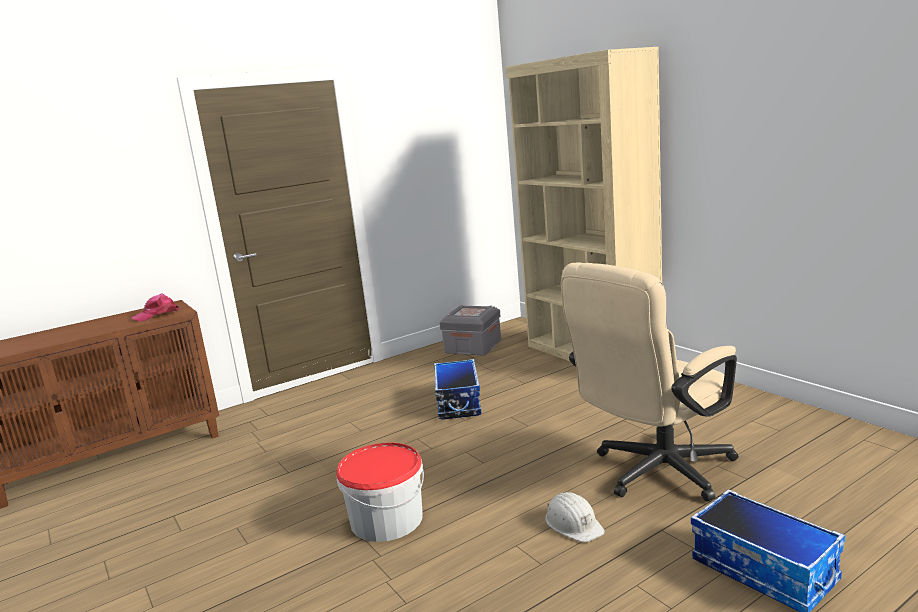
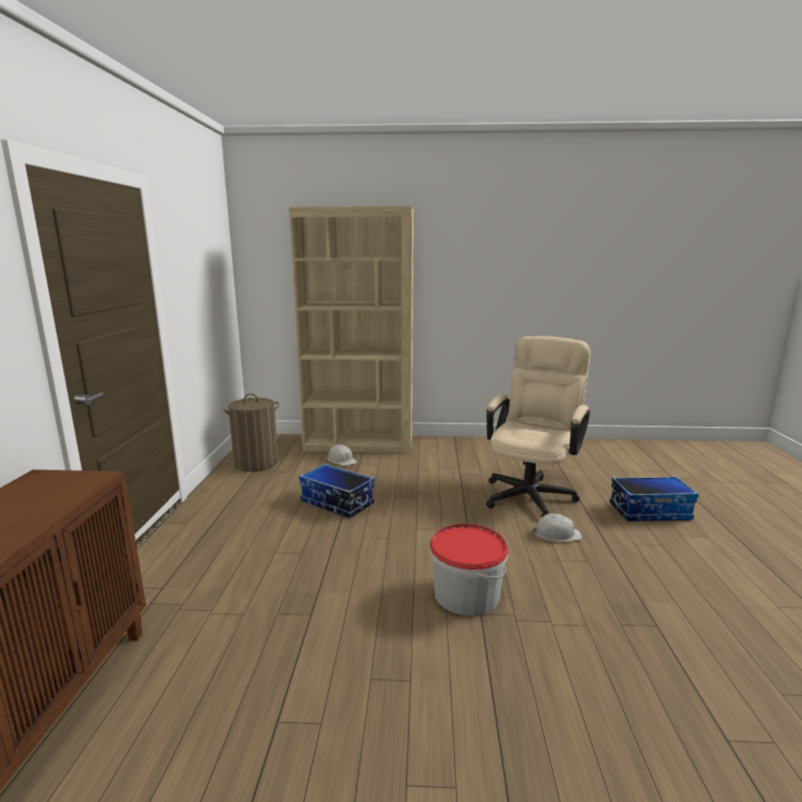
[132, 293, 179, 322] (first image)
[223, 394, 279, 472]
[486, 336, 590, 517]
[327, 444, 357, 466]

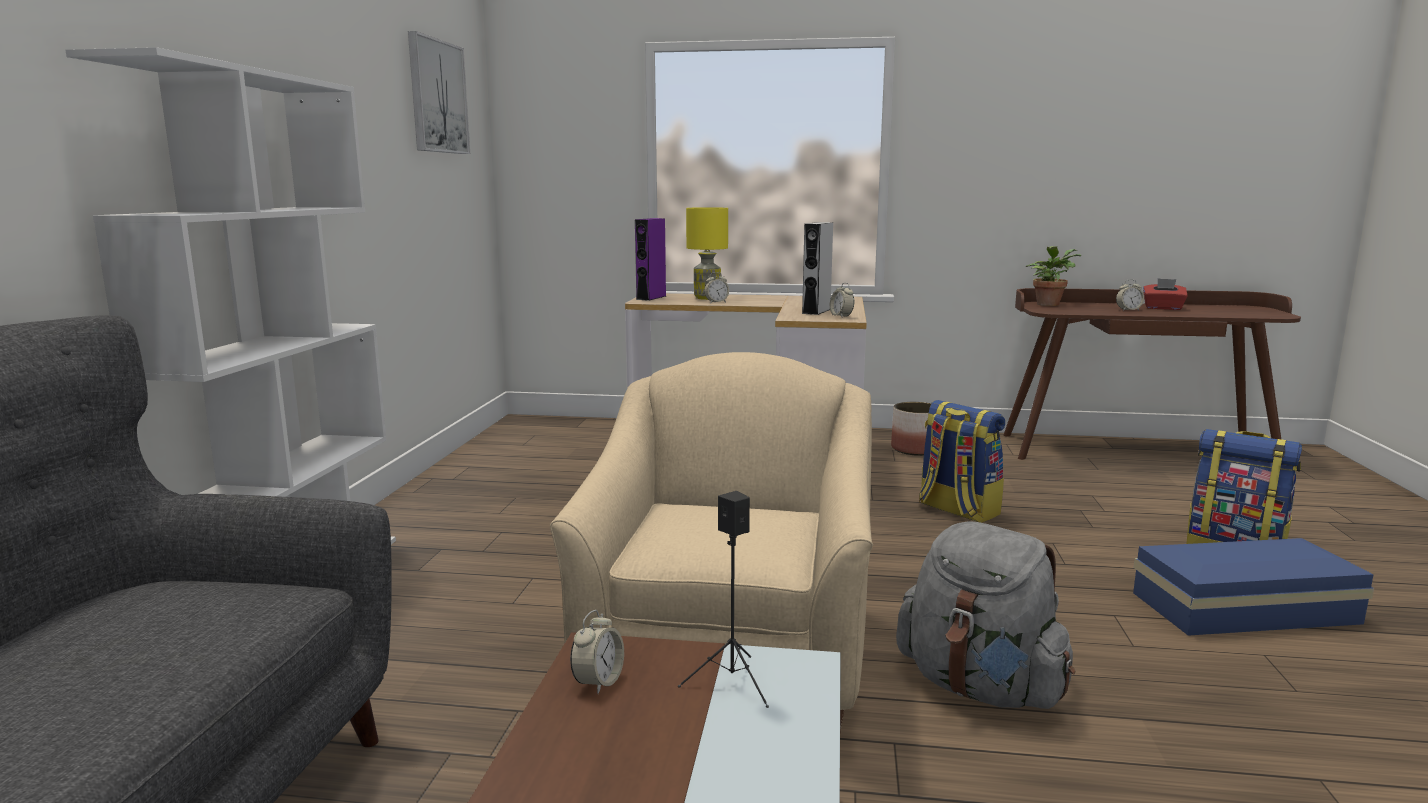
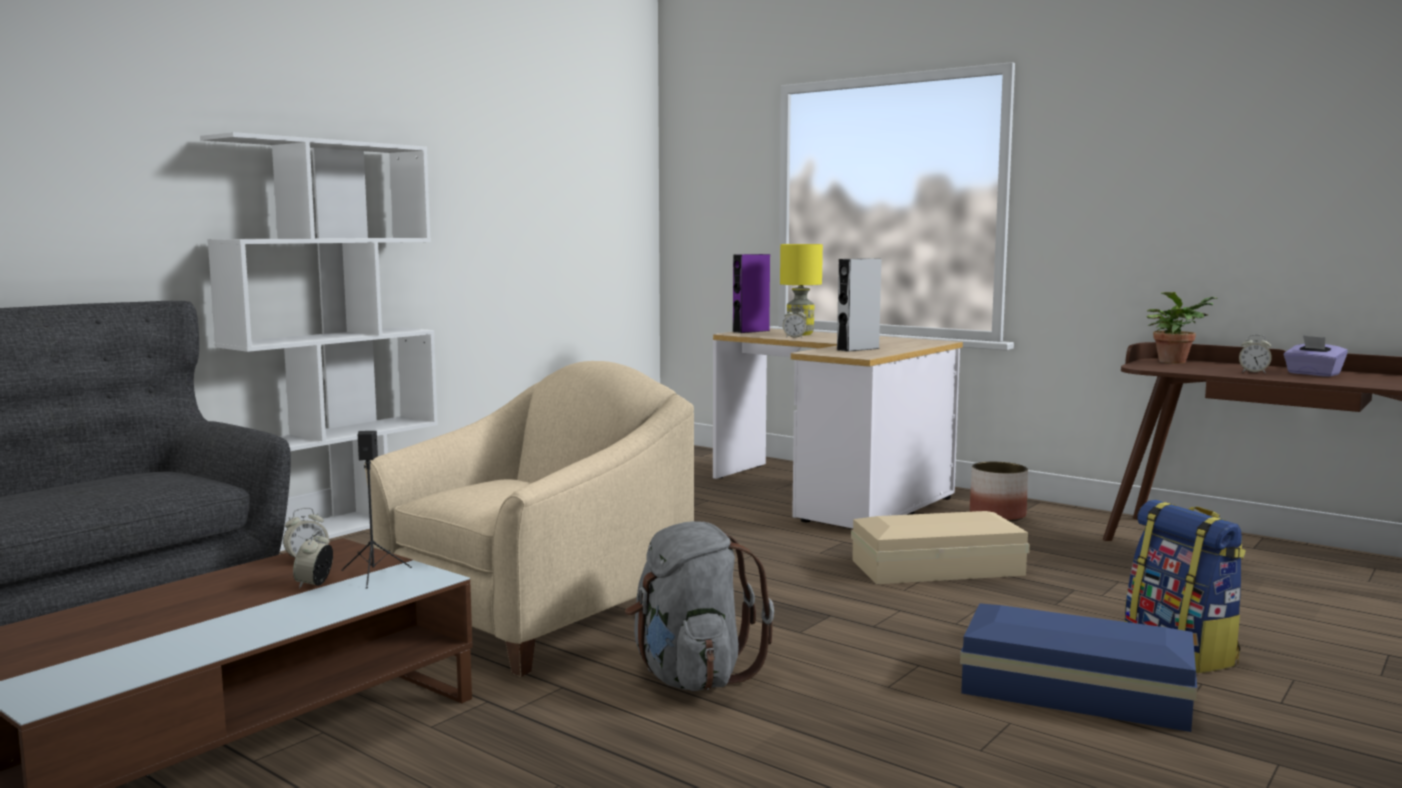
[408, 31, 470, 154] (first image)
[293, 530, 333, 588]
[851, 511, 1030, 584]
[1284, 335, 1348, 377]

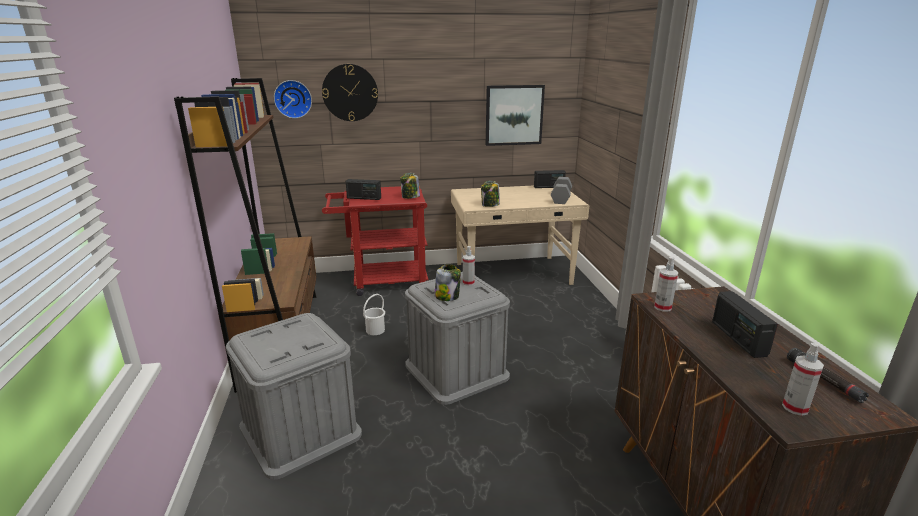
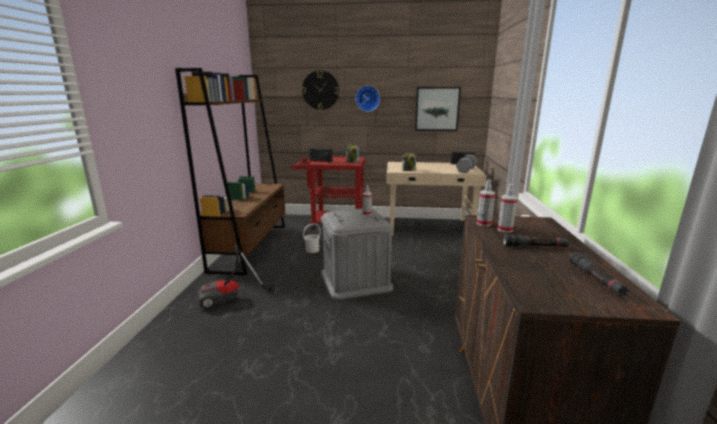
[199, 244, 277, 309]
[355, 86, 380, 112]
[435, 264, 461, 301] (first image)
[503, 234, 569, 247]
[498, 184, 517, 233]

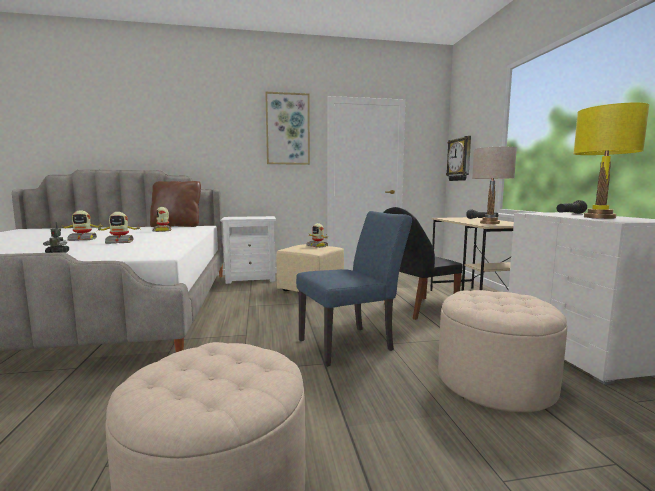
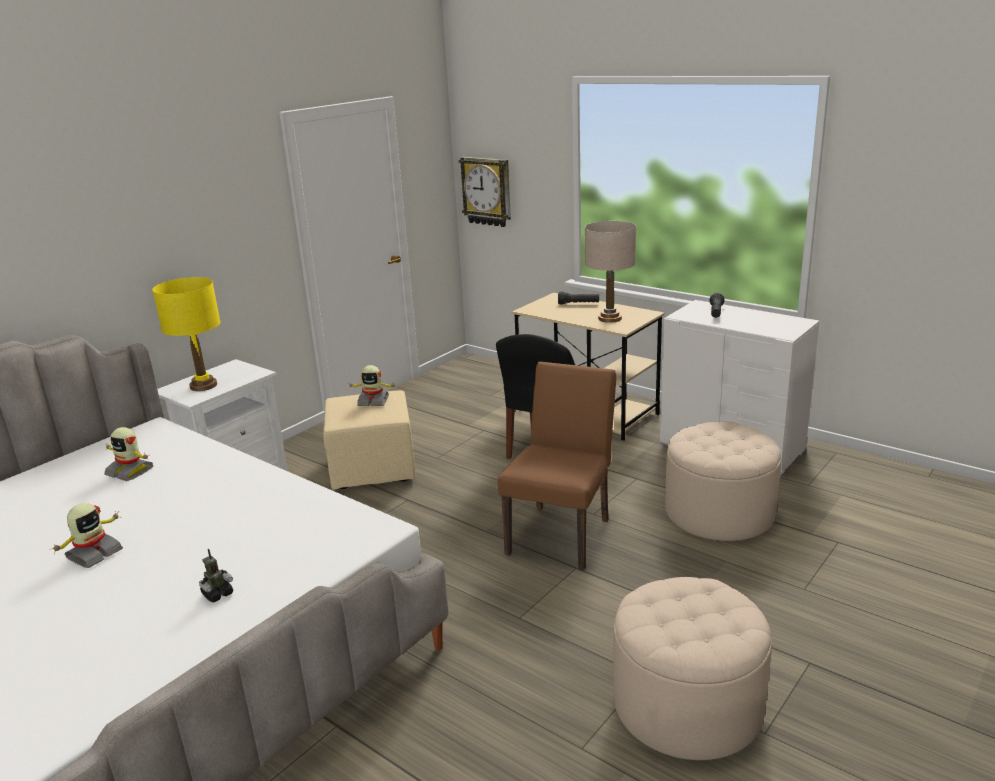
[96, 212, 142, 244] (first image)
[150, 181, 201, 227] (first image)
[265, 92, 310, 165] (first image)
[498, 362, 616, 570]
[152, 277, 220, 391]

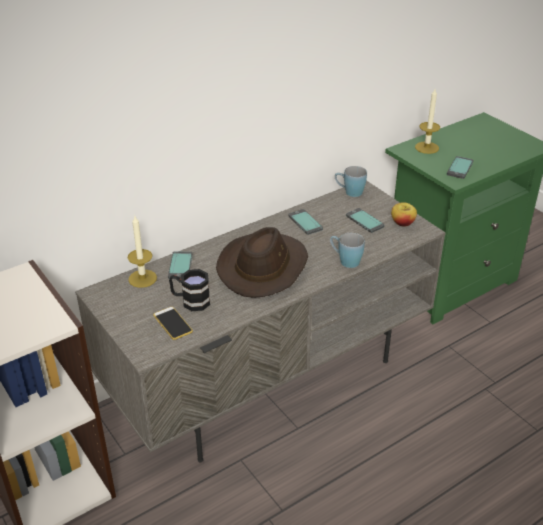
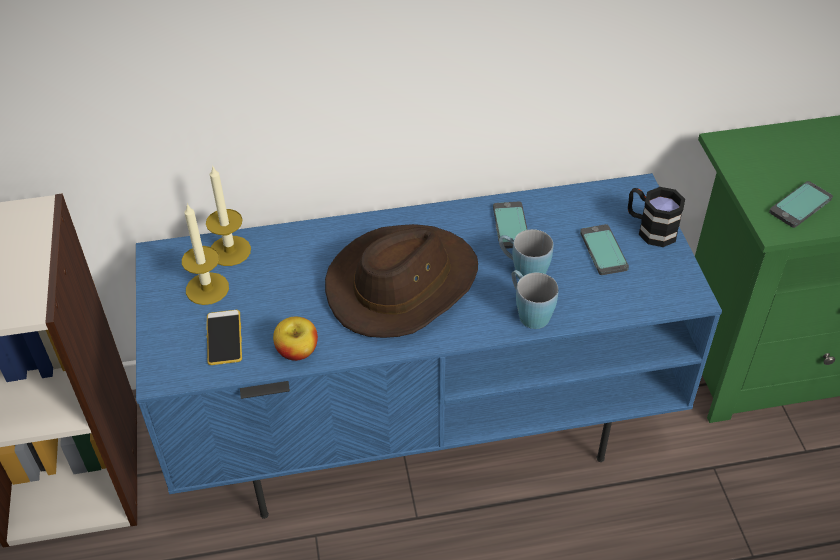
[136, 173, 722, 519]
[168, 252, 193, 279] (first image)
[628, 187, 685, 247]
[499, 229, 553, 280]
[273, 317, 318, 361]
[182, 203, 229, 305]

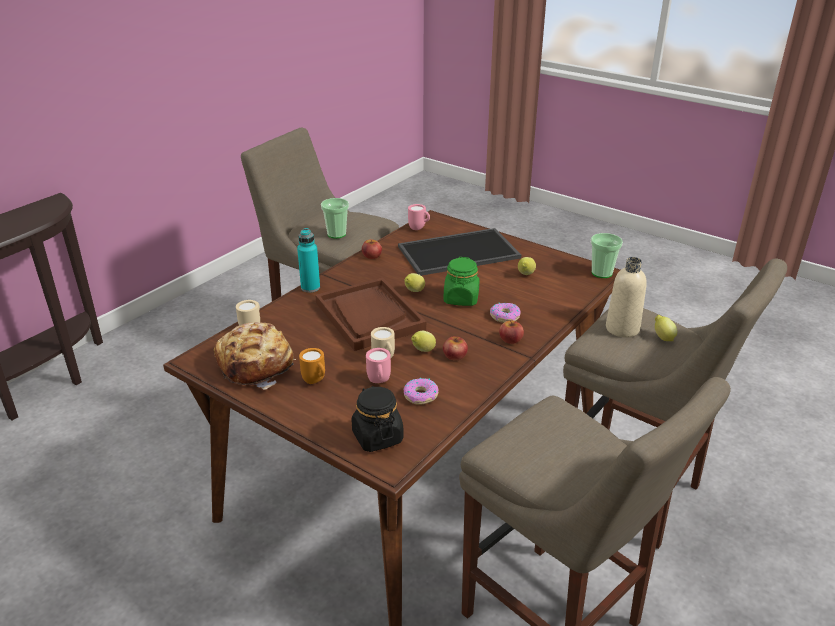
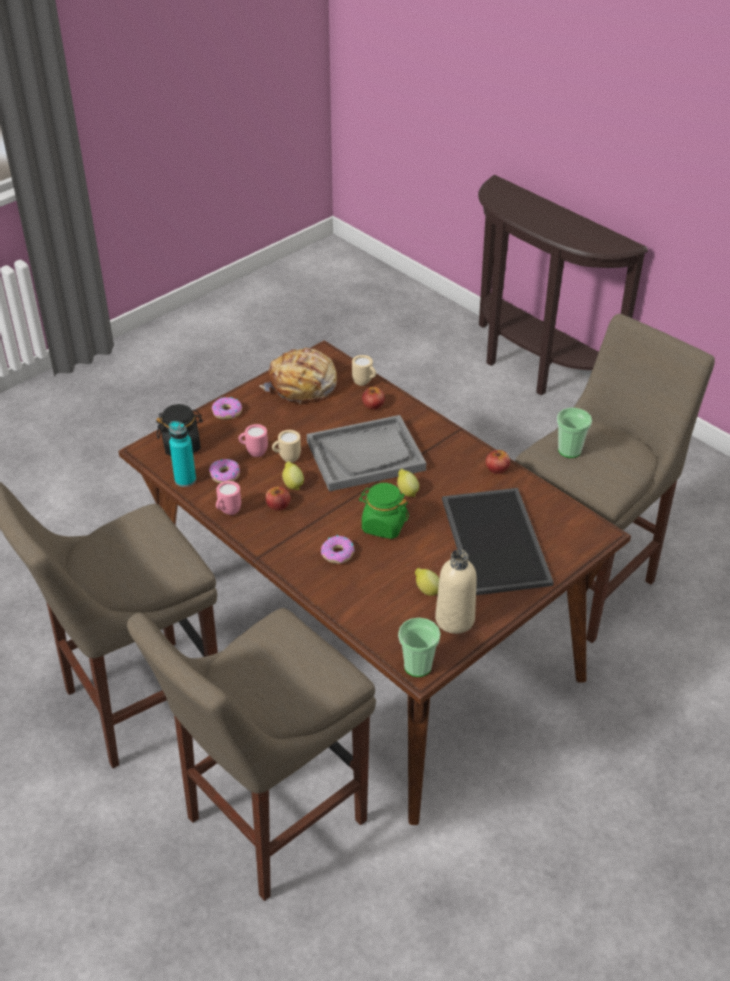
[169, 421, 196, 487]
[299, 348, 325, 384] (first image)
[307, 415, 426, 492]
[216, 481, 241, 515]
[362, 386, 385, 409]
[435, 549, 477, 634]
[655, 315, 677, 341] (first image)
[212, 397, 242, 419]

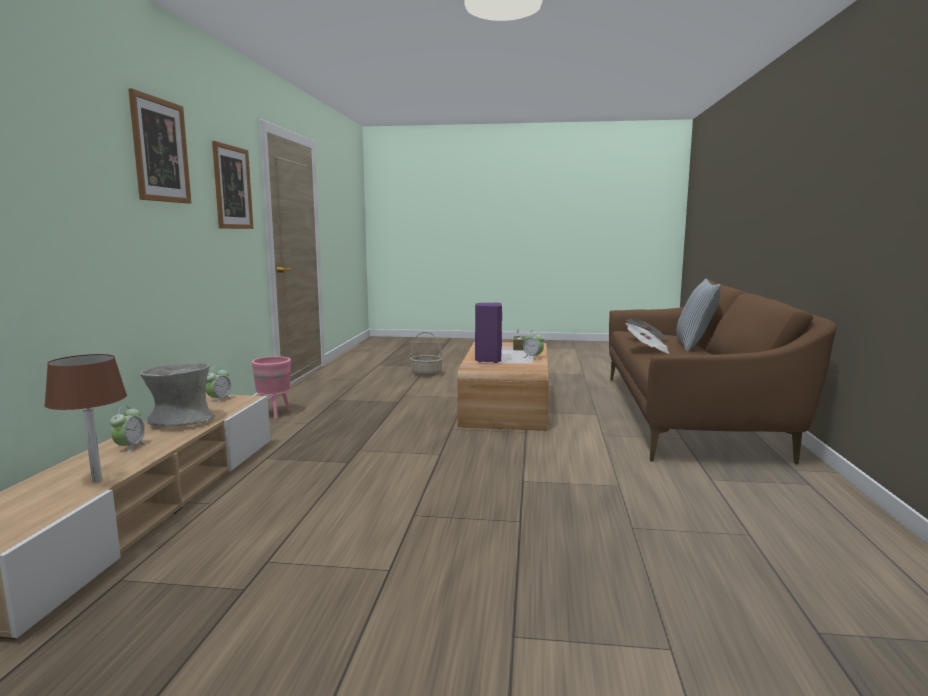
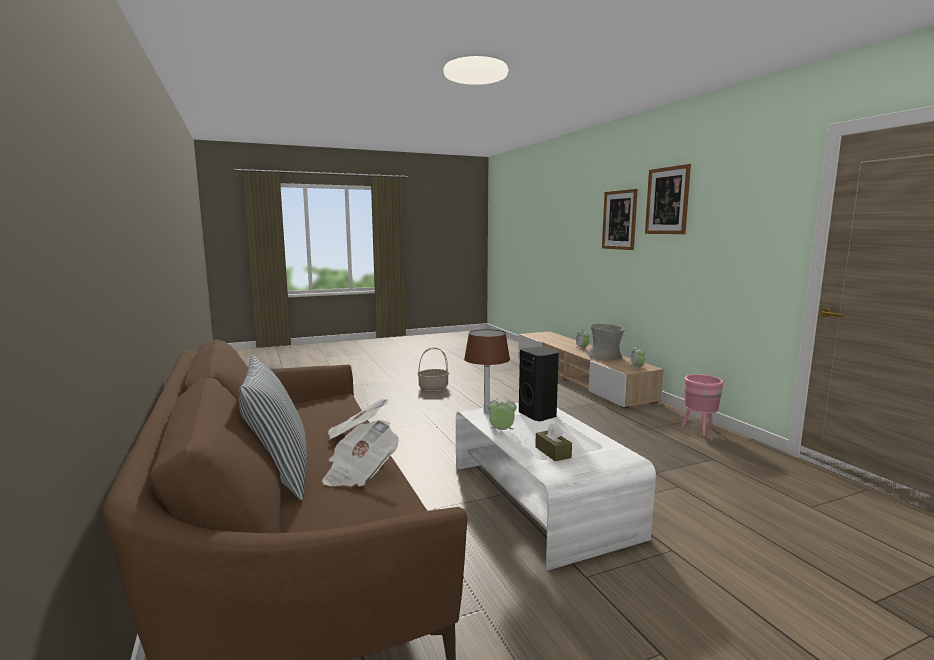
[464, 329, 510, 414]
[602, 189, 638, 250]
[418, 348, 449, 391]
[456, 403, 656, 571]
[519, 347, 559, 421]

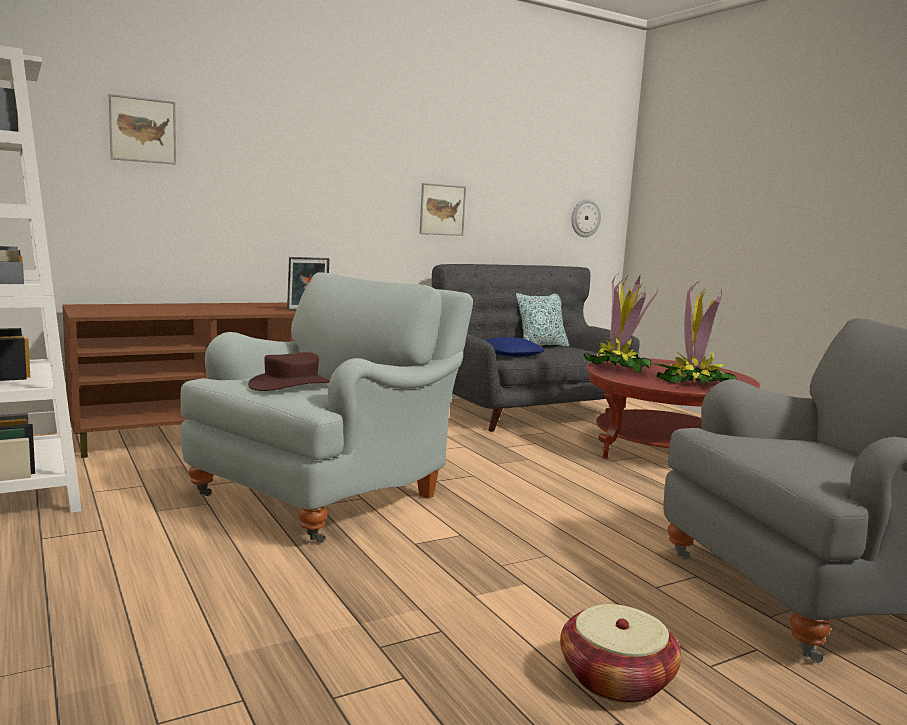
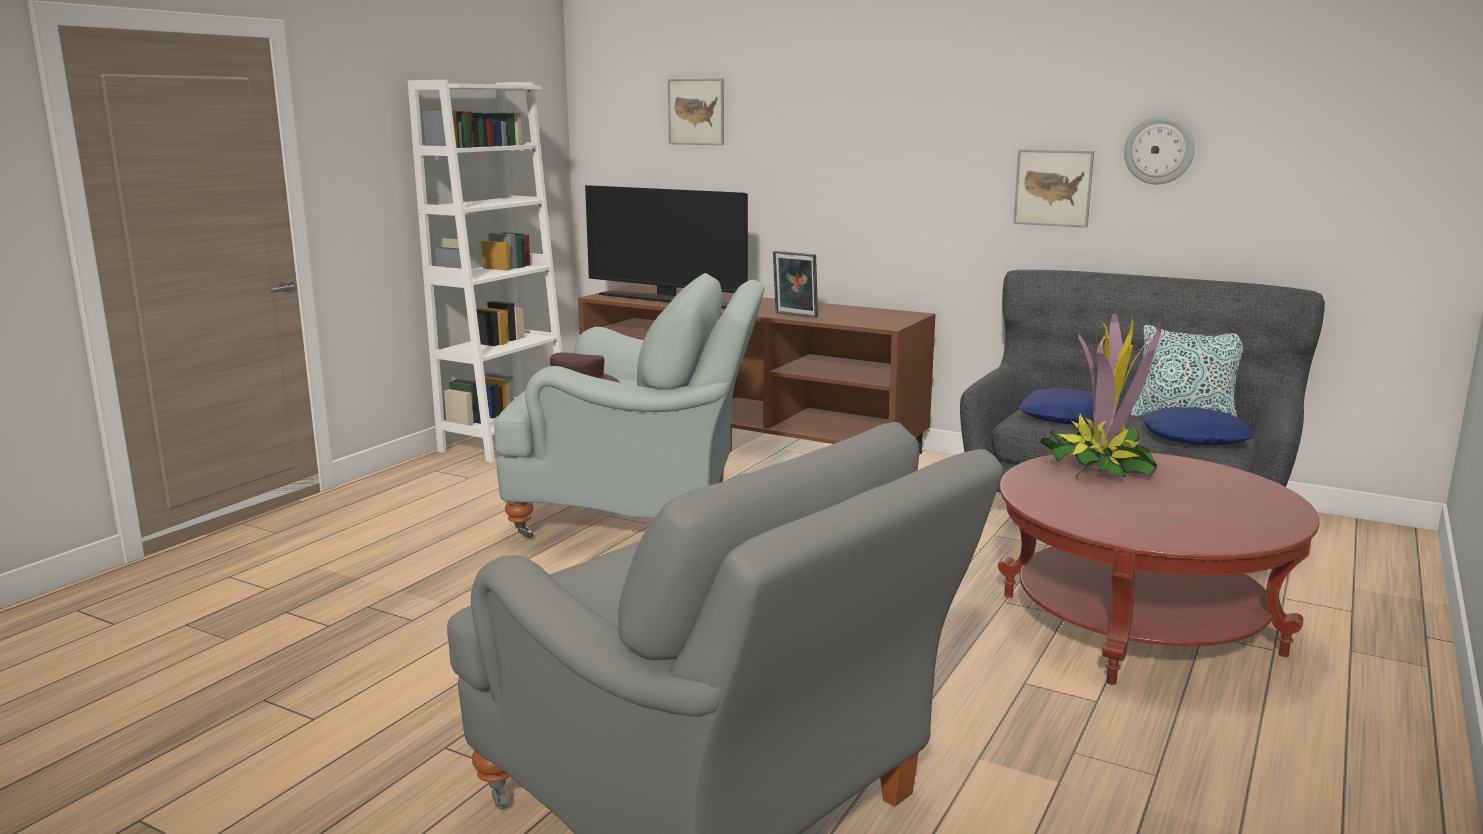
[560, 604, 682, 703] (first image)
[1124, 116, 1195, 184]
[650, 282, 737, 385] (first image)
[585, 185, 748, 309]
[1142, 407, 1254, 446]

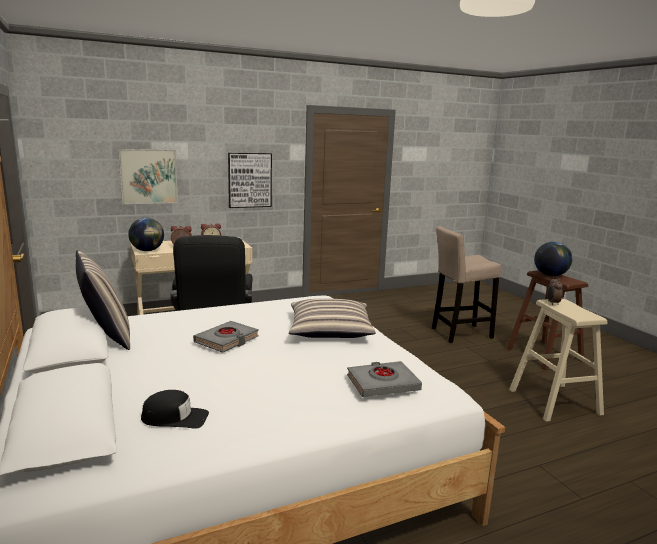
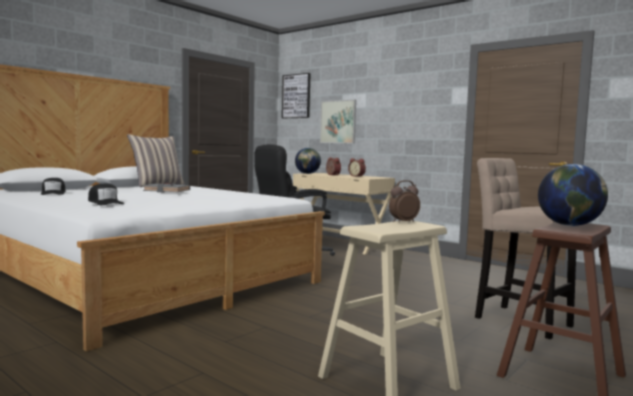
[282, 73, 311, 118]
[289, 299, 376, 338] (first image)
[88, 184, 124, 205]

